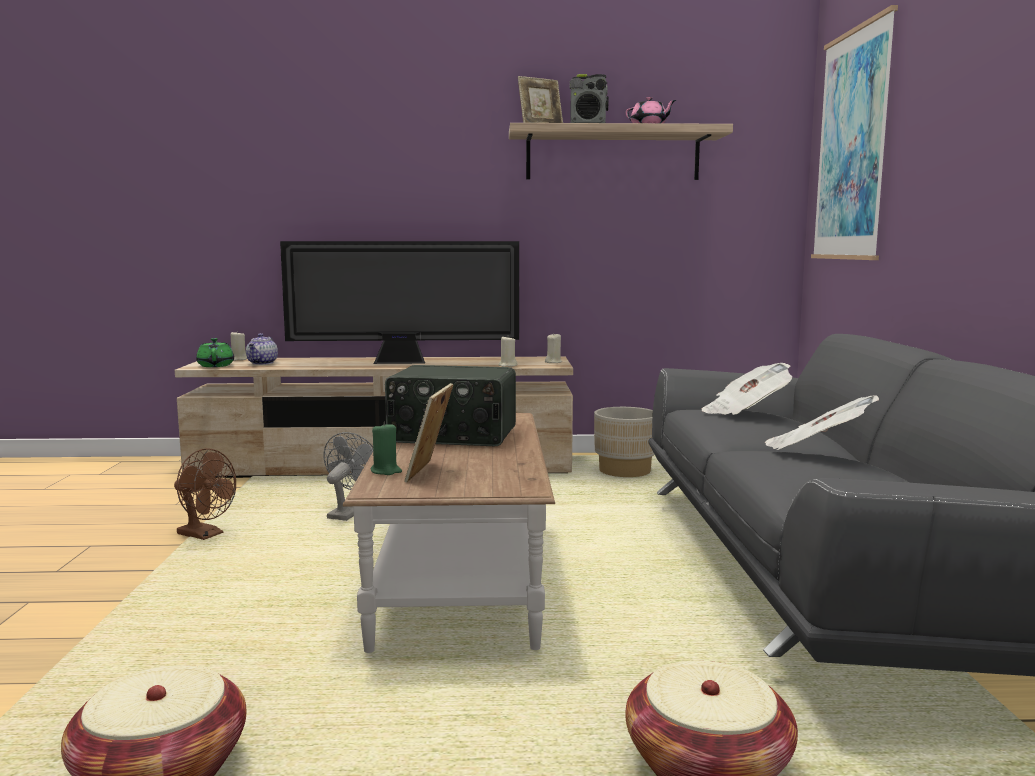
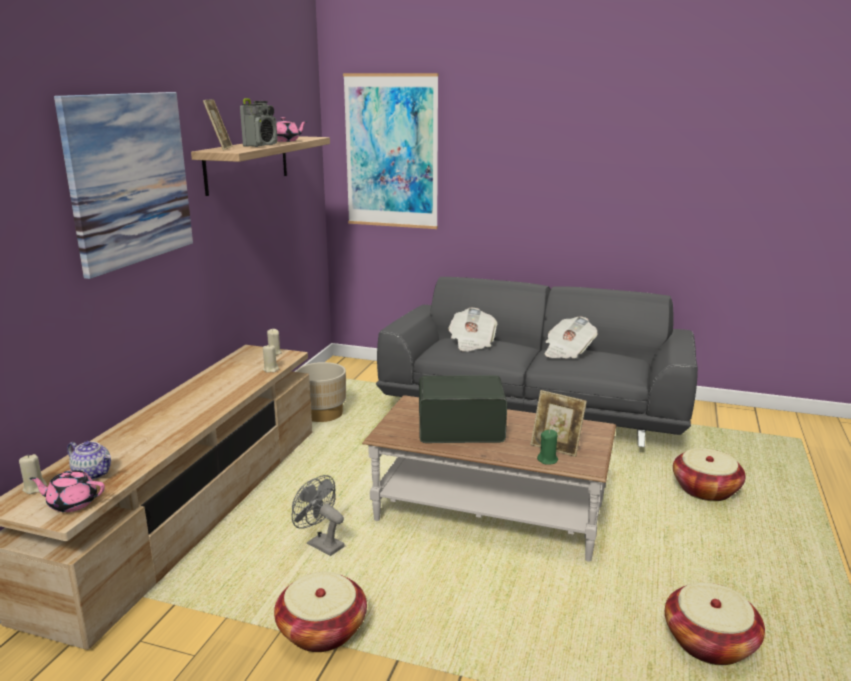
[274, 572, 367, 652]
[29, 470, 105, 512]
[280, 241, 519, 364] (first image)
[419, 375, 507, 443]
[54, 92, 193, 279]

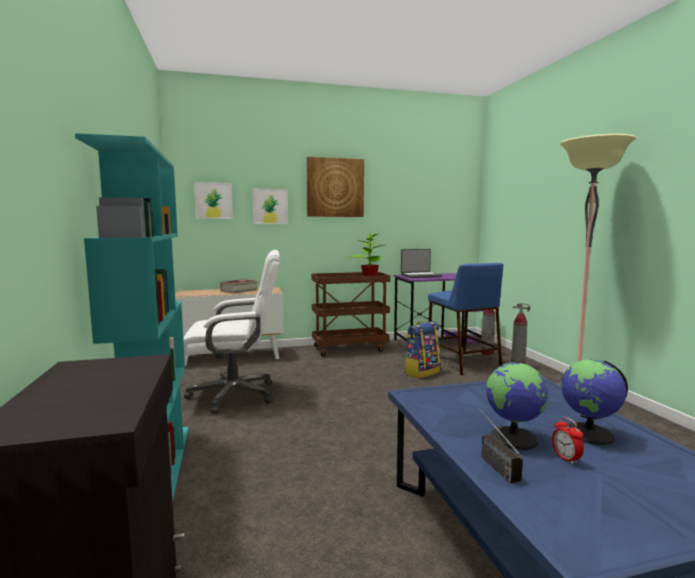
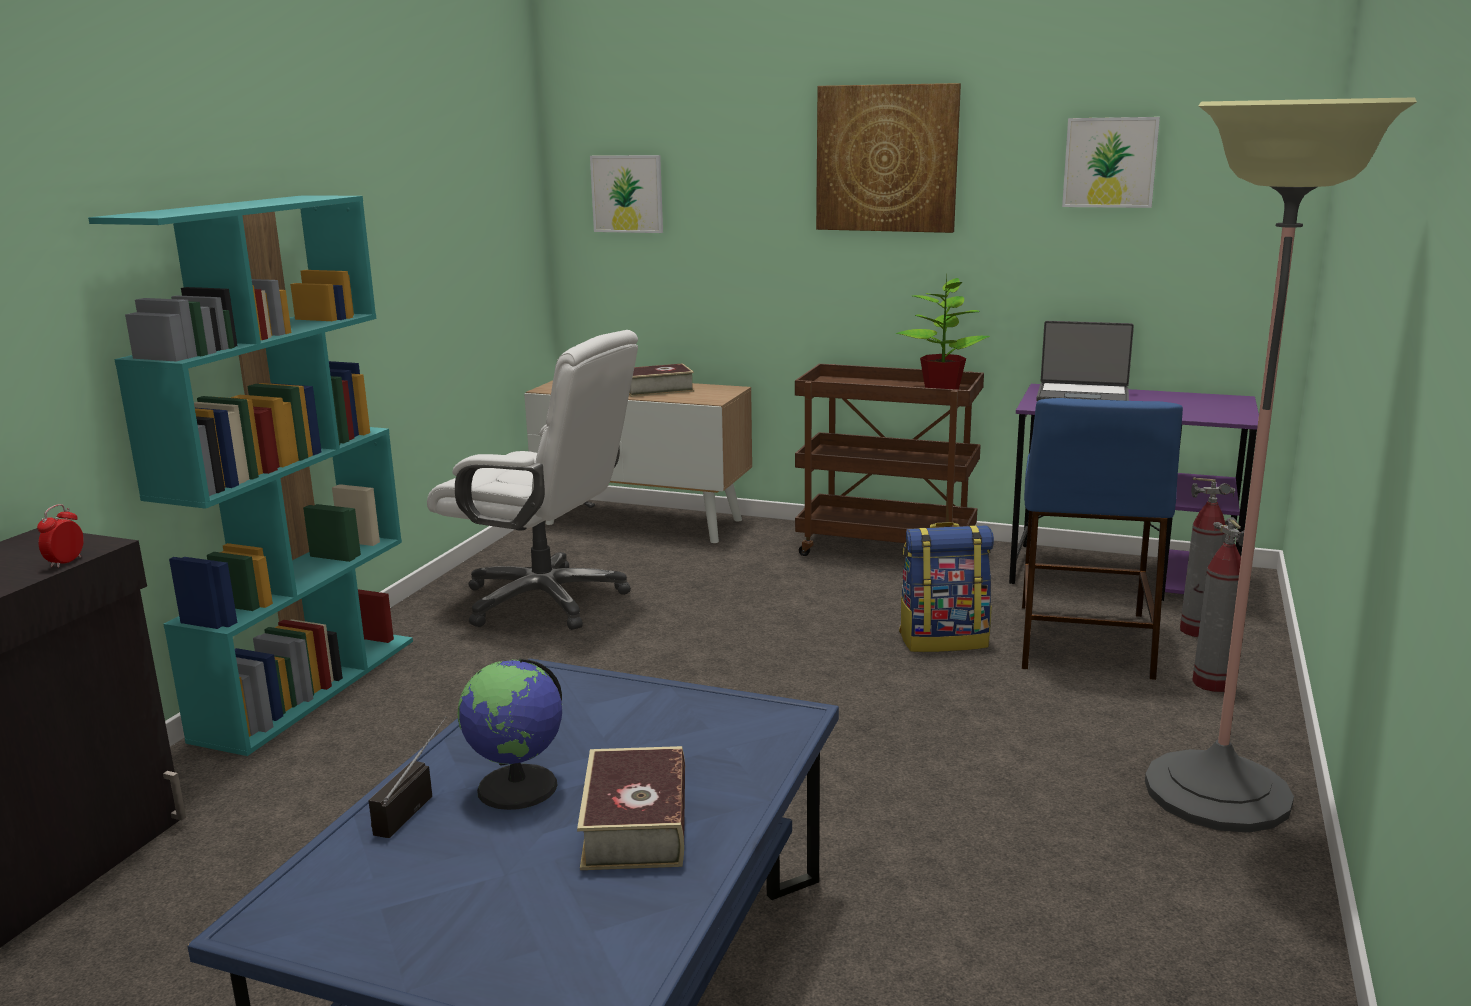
[1062, 117, 1160, 208]
[37, 504, 84, 568]
[577, 746, 685, 870]

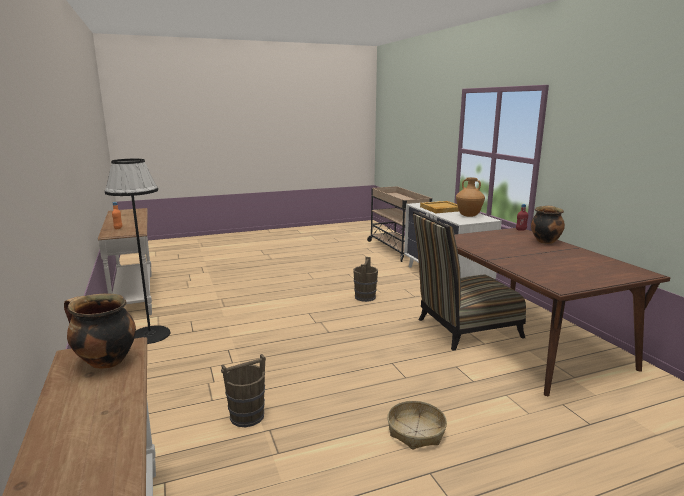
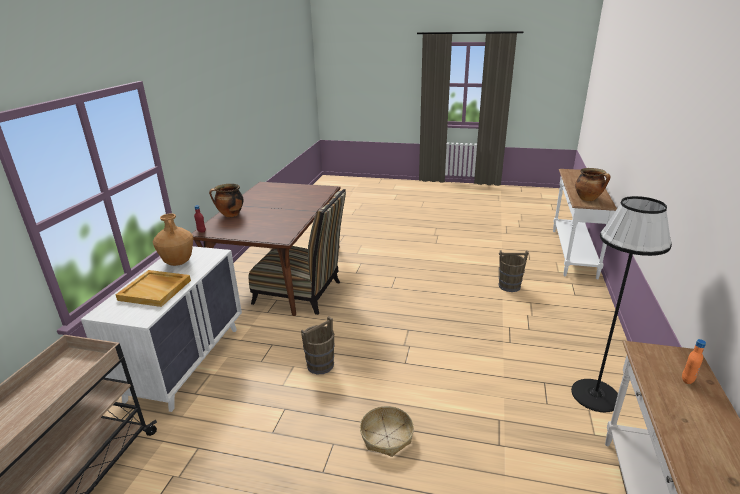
[360, 406, 414, 457]

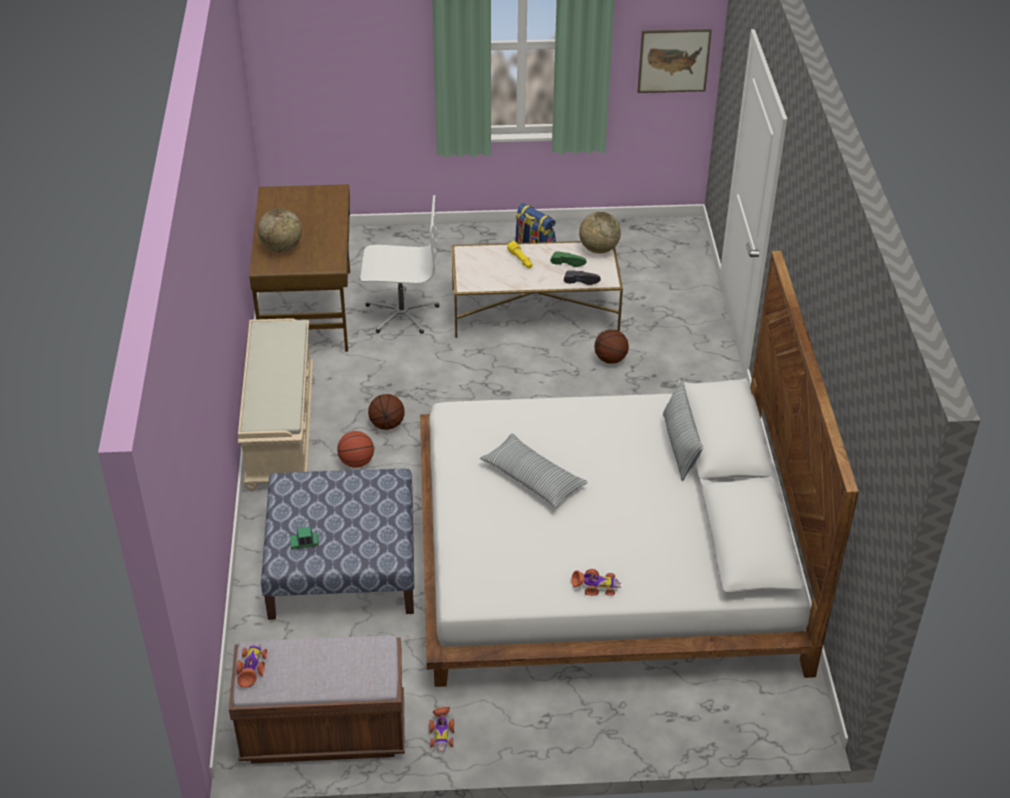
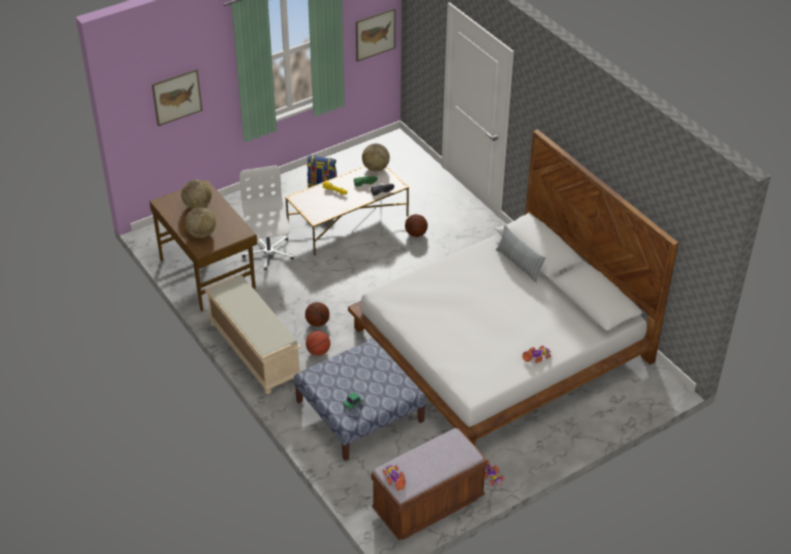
[239, 165, 294, 270]
[480, 434, 588, 508] (first image)
[152, 69, 202, 126]
[181, 180, 212, 209]

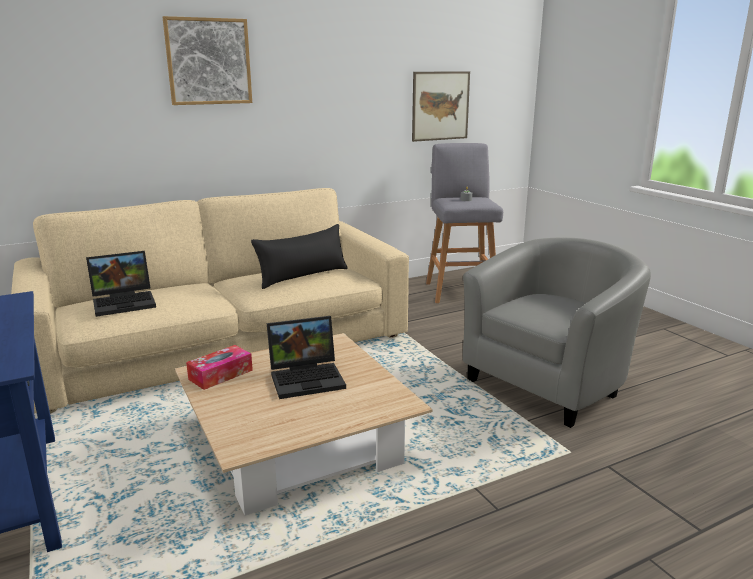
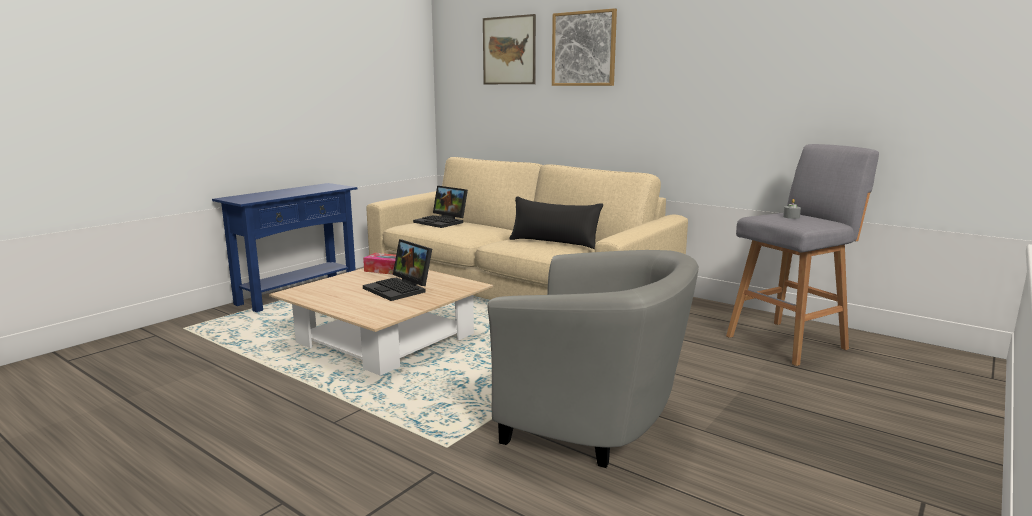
[483, 14, 536, 84]

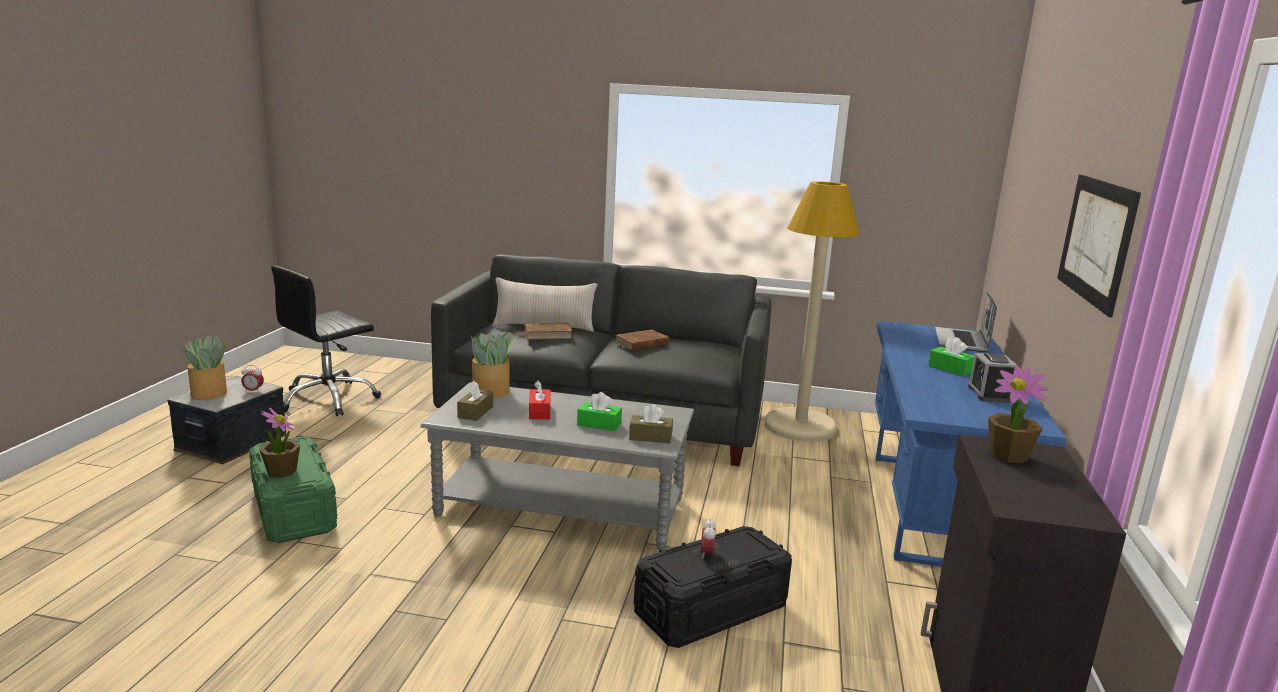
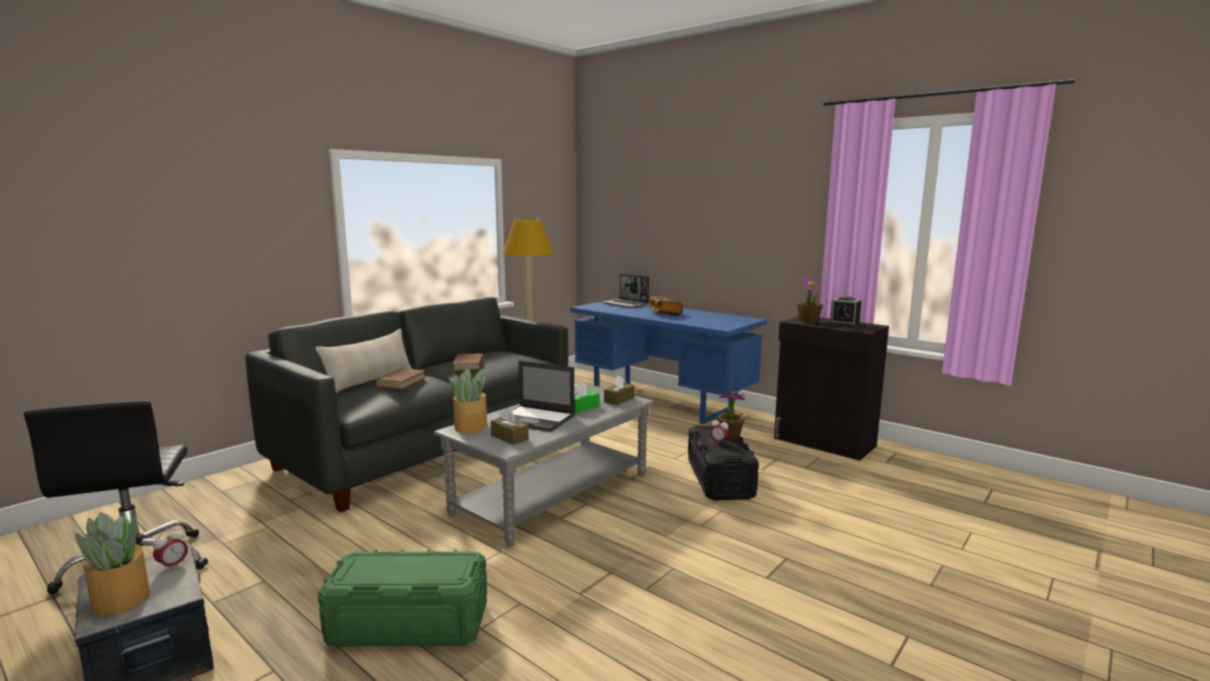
[717, 391, 745, 439]
[497, 361, 575, 432]
[648, 296, 683, 315]
[828, 296, 861, 327]
[1057, 175, 1141, 317] (first image)

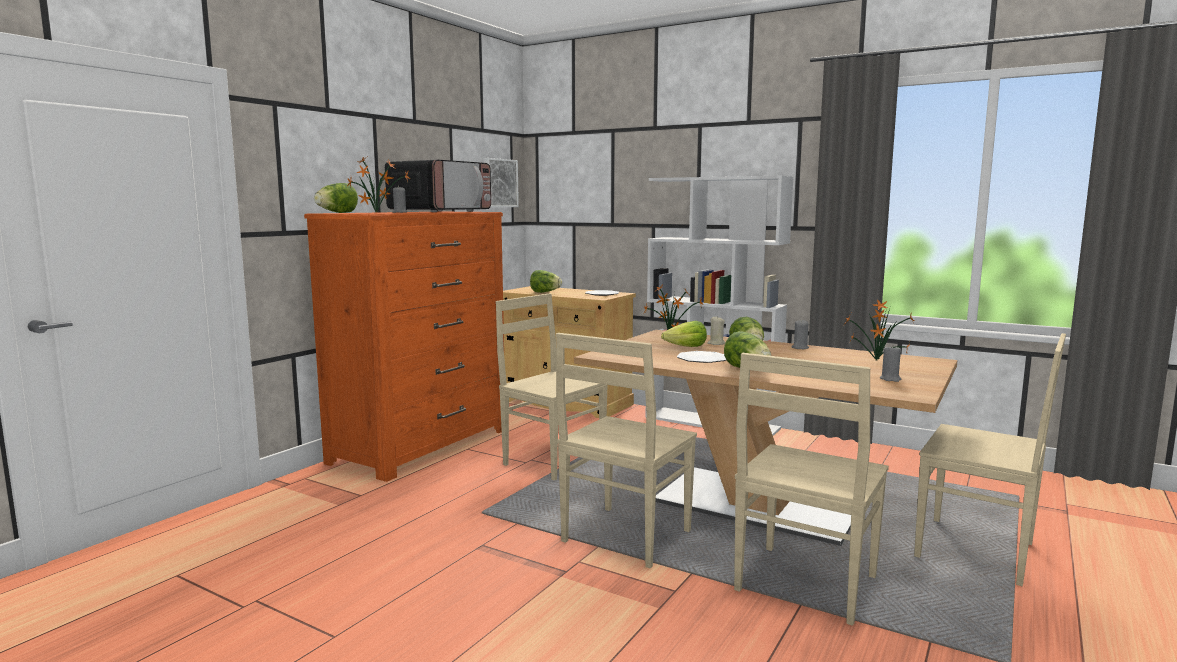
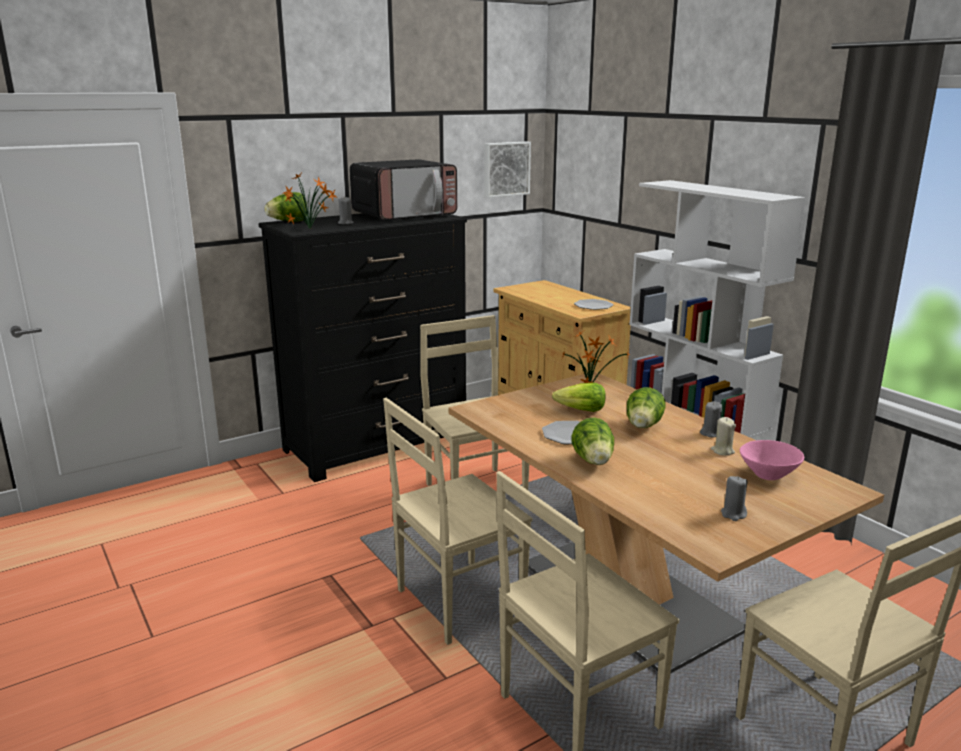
[259, 213, 467, 482]
[530, 270, 562, 293] (first image)
[711, 417, 736, 456]
[740, 440, 804, 480]

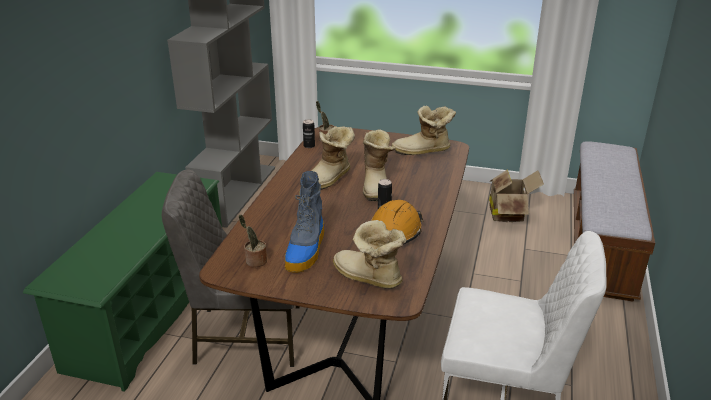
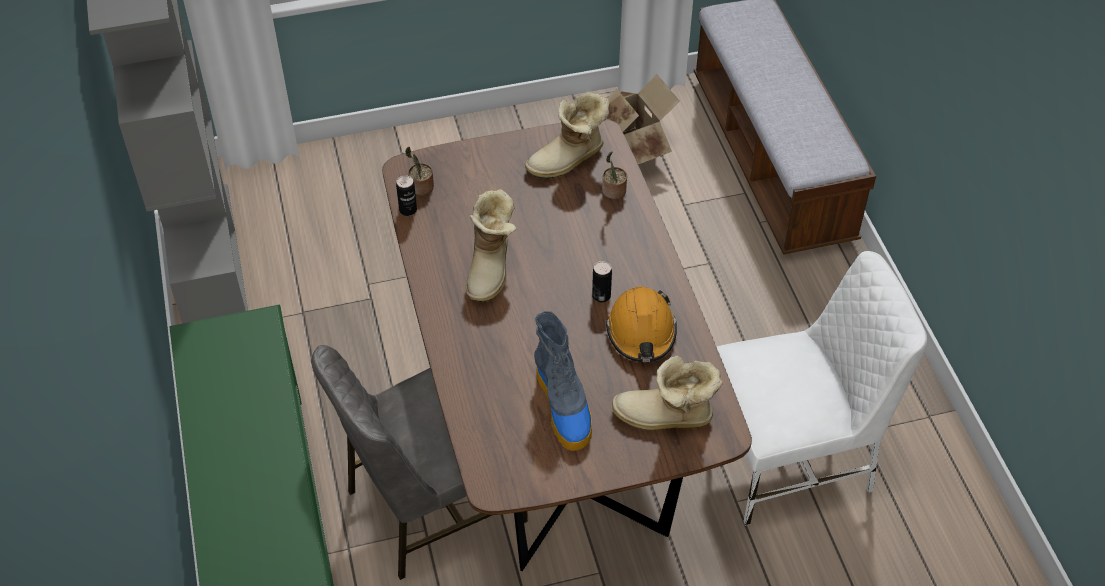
[602, 151, 627, 199]
[363, 129, 396, 201] (first image)

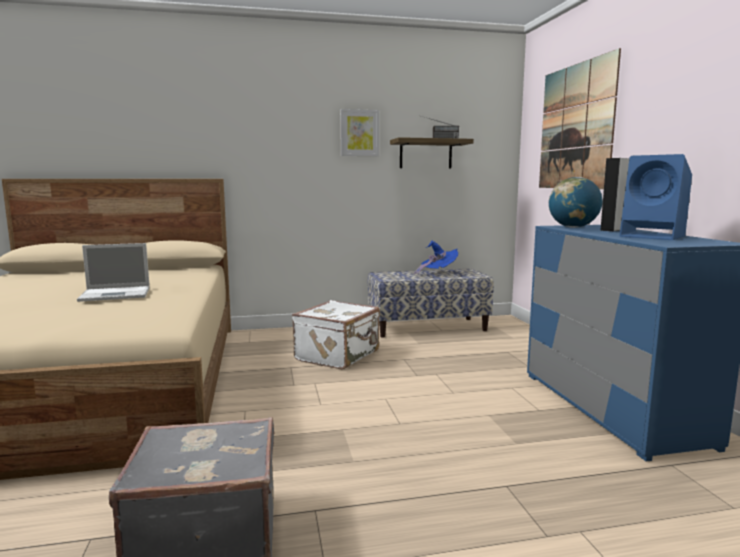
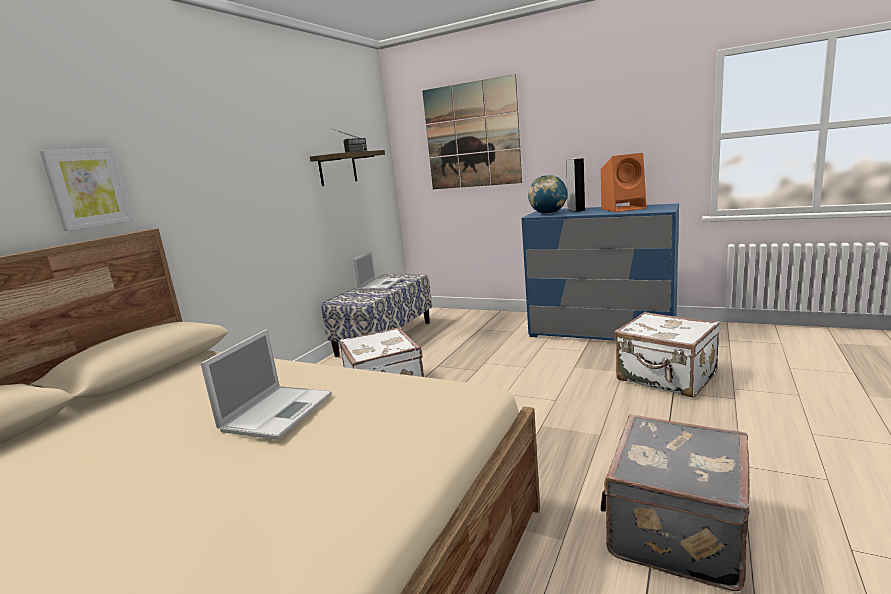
[40, 148, 133, 231]
[353, 251, 401, 290]
[601, 153, 646, 212]
[614, 312, 720, 398]

